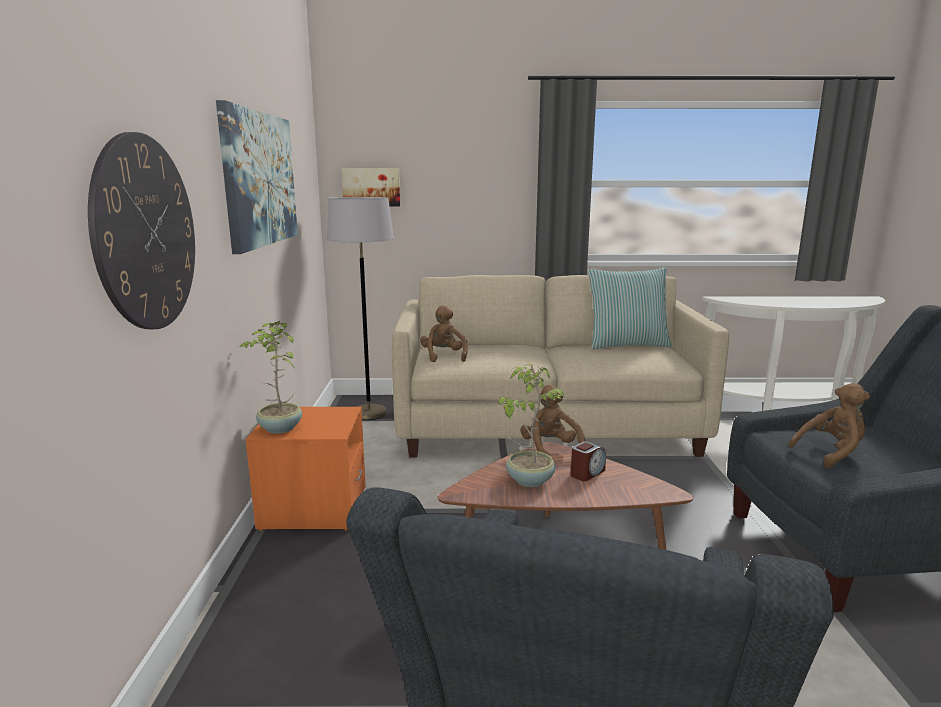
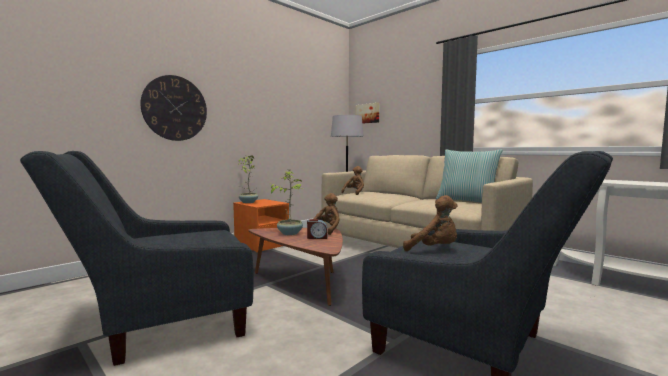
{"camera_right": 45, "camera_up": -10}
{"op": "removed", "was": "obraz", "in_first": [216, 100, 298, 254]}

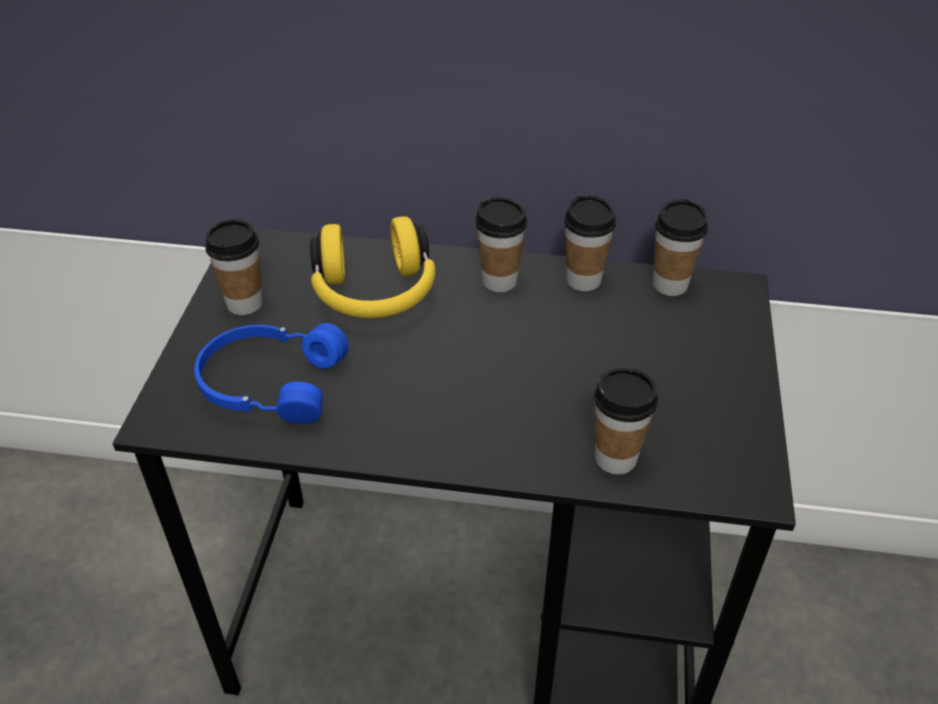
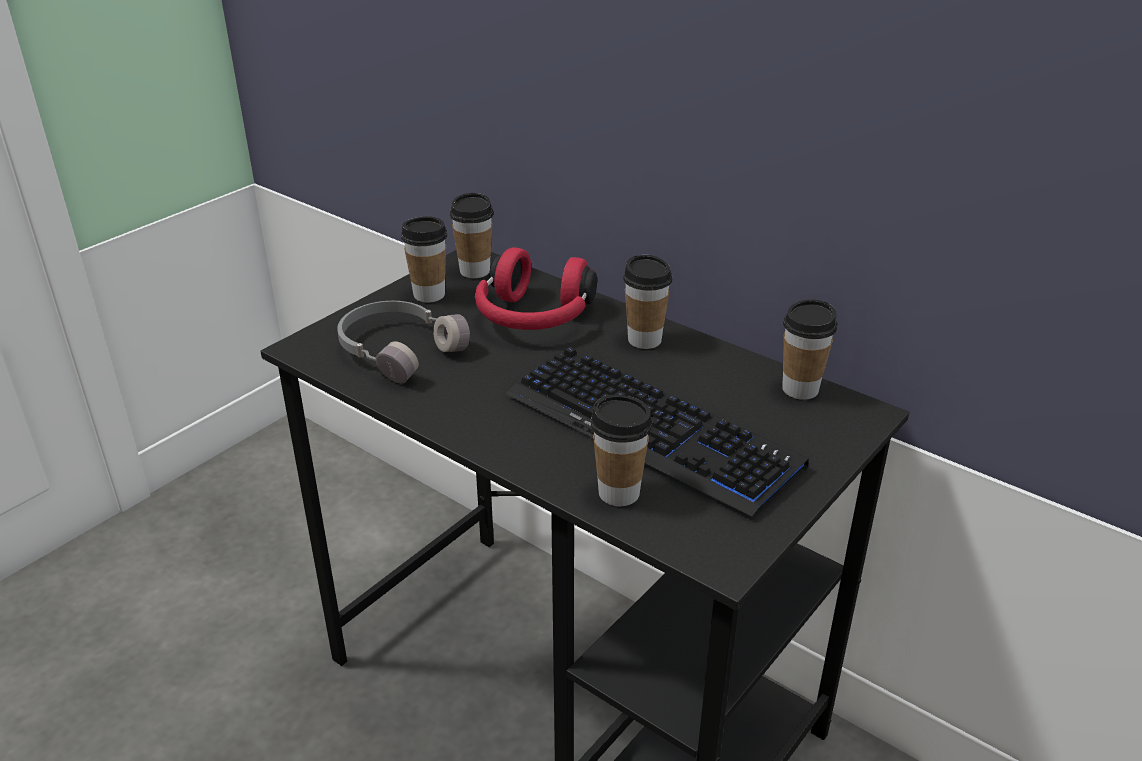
{"camera_right": 30, "camera_up": -10}
{"op": "recoloured", "was": "słuchawki (niebieski)", "now": "słuchawki (szary)", "in_first": [194, 323, 349, 424], "in_second": [337, 301, 470, 384]}
{"op": "moved", "was": "filiżanka", "in_first": [564, 195, 616, 291], "in_second": [450, 193, 494, 278]}
{"op": "recoloured", "was": "słuchawki (żółty)", "now": "słuchawki (czerwony)", "in_first": [310, 216, 436, 318], "in_second": [475, 247, 597, 330]}
{"op": "added", "now": "klawiatura", "in_second": [506, 347, 809, 517]}

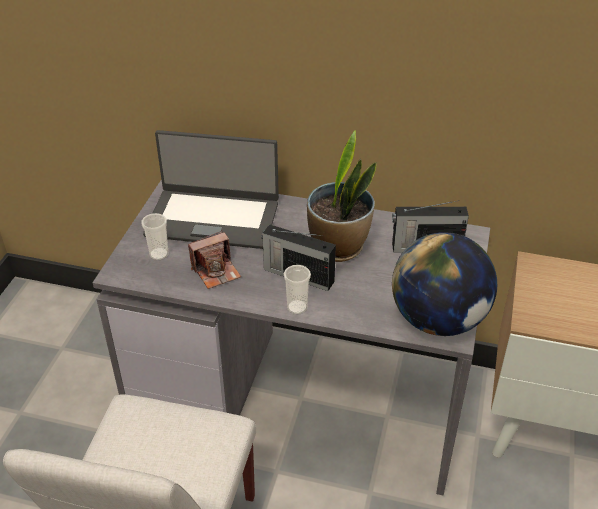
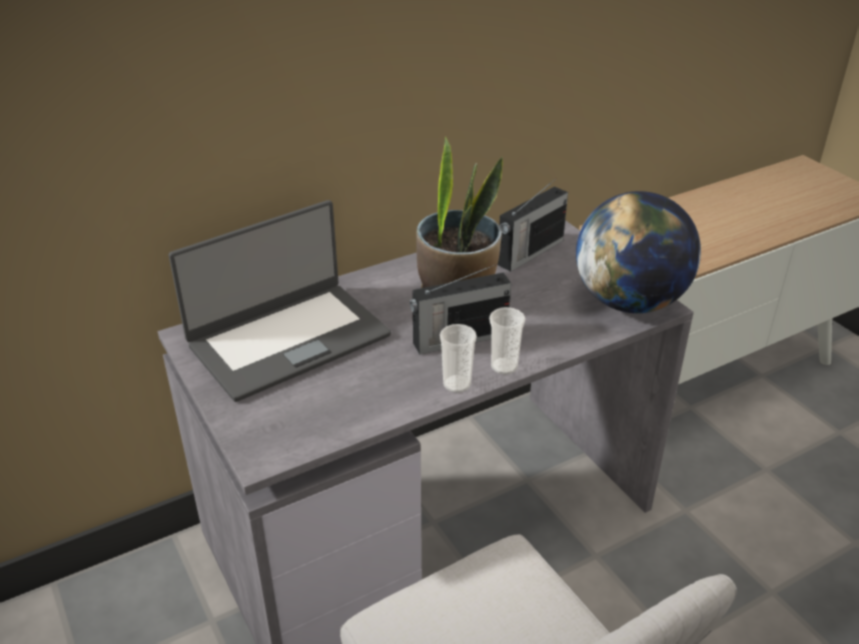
{"camera_right": -45, "camera_up": -5}
{"op": "moved", "was": "filiżanka", "in_first": [141, 213, 169, 260], "in_second": [440, 324, 477, 393]}
{"op": "removed", "was": "aparat fotograficzny", "in_first": [188, 231, 241, 289]}

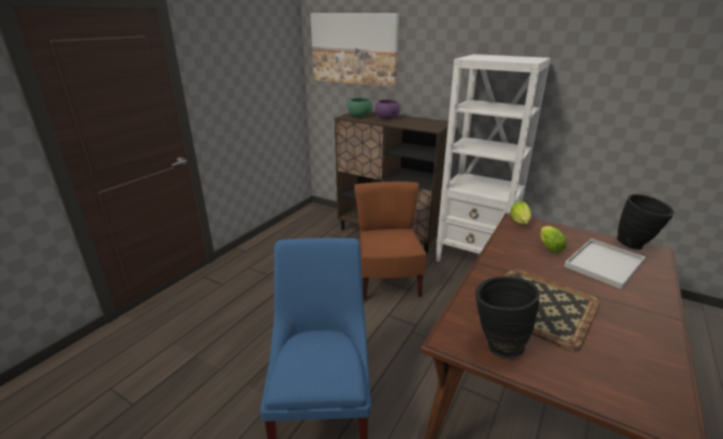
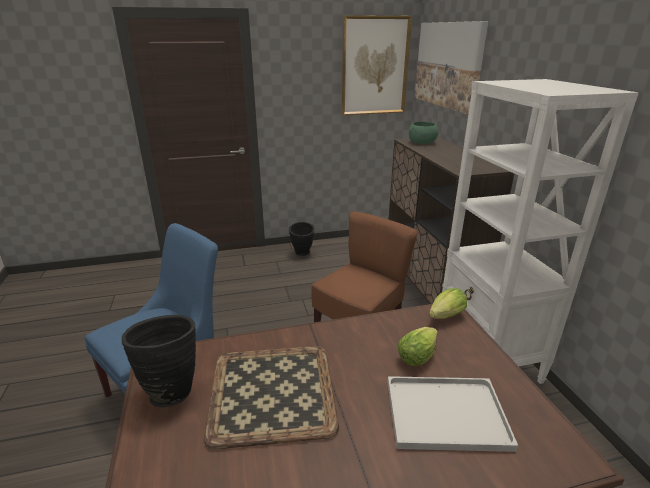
{"camera_right": 45, "camera_up": 0}
{"op": "moved", "was": "wazon (czarny)", "in_first": [617, 194, 675, 250], "in_second": [289, 222, 314, 256]}
{"op": "added", "now": "obraz", "in_second": [342, 15, 412, 115]}
{"op": "removed", "was": "miska (fioletowy)", "in_first": [375, 100, 400, 119]}

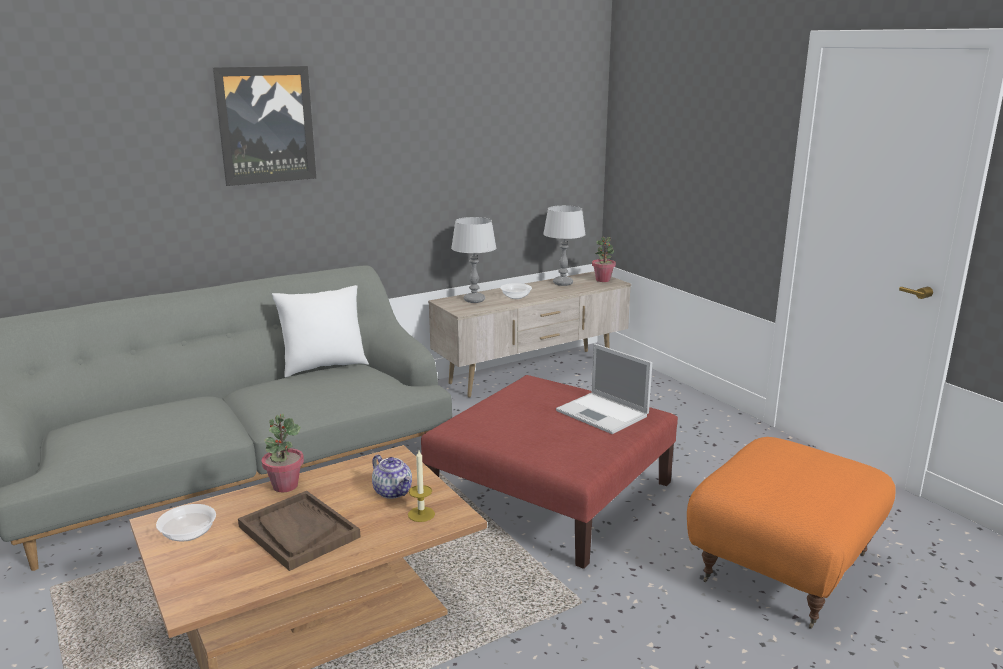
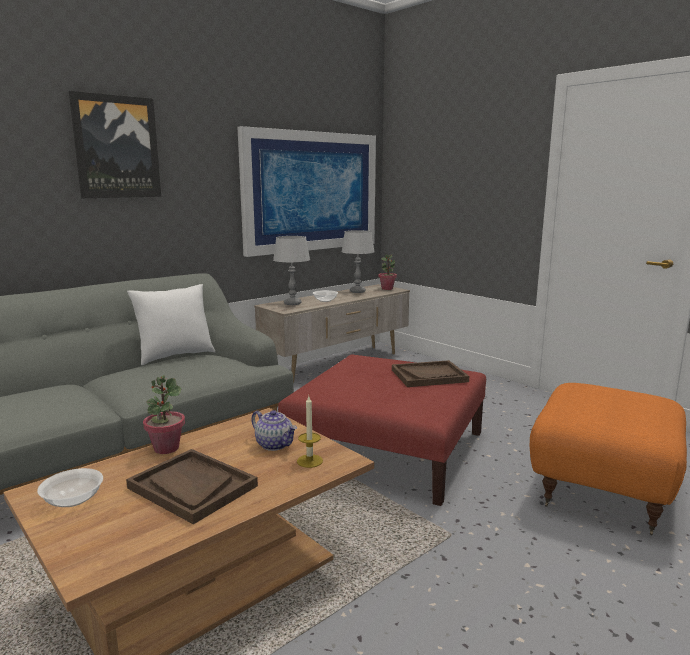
{"camera_right": -10, "camera_up": -5}
{"op": "added", "now": "obraz", "in_second": [237, 126, 376, 257]}
{"op": "replaced", "was": "laptop", "now": "taca (brązowy)", "in_first": [556, 344, 652, 434], "in_second": [392, 360, 469, 387]}

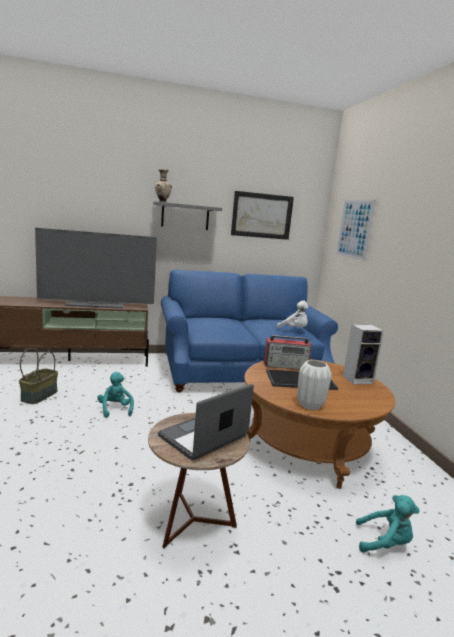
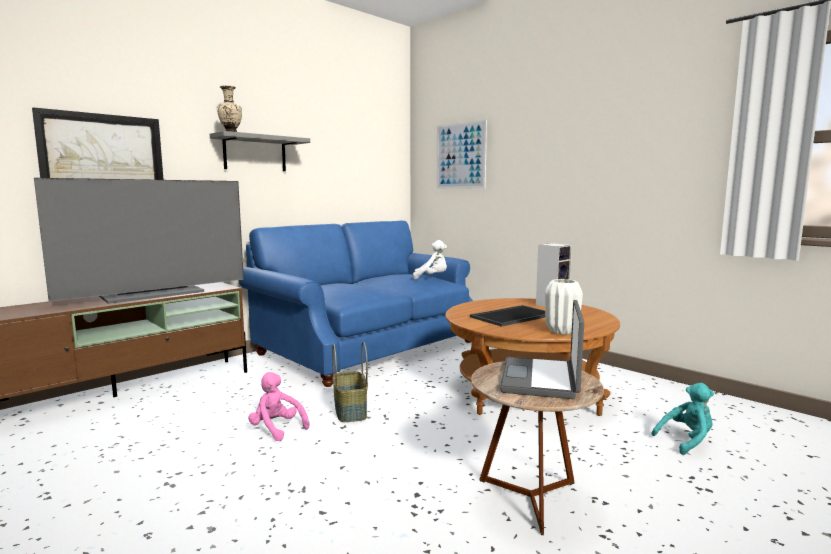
{"camera_right": -30, "camera_up": -5}
{"op": "moved", "was": "obraz", "in_first": [231, 191, 294, 240], "in_second": [32, 107, 163, 180]}
{"op": "recoloured", "was": "pluszak (turkusowy)", "now": "pluszak (różowy)", "in_first": [97, 372, 134, 418], "in_second": [248, 372, 310, 441]}
{"op": "moved", "was": "koszyk", "in_first": [19, 348, 58, 404], "in_second": [332, 342, 368, 422]}
{"op": "removed", "was": "radio", "in_first": [264, 335, 312, 369]}

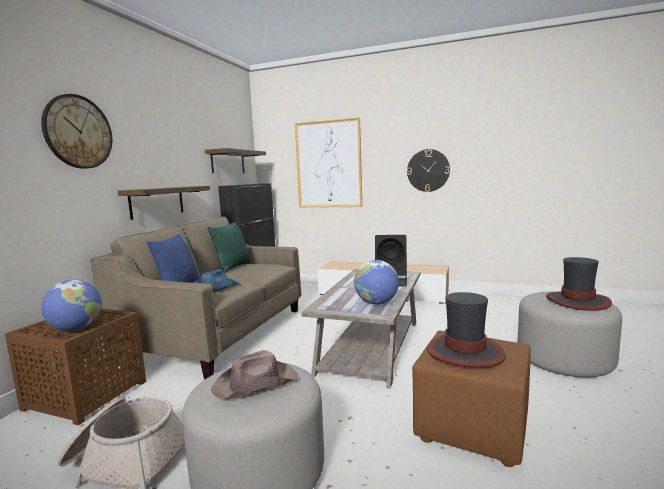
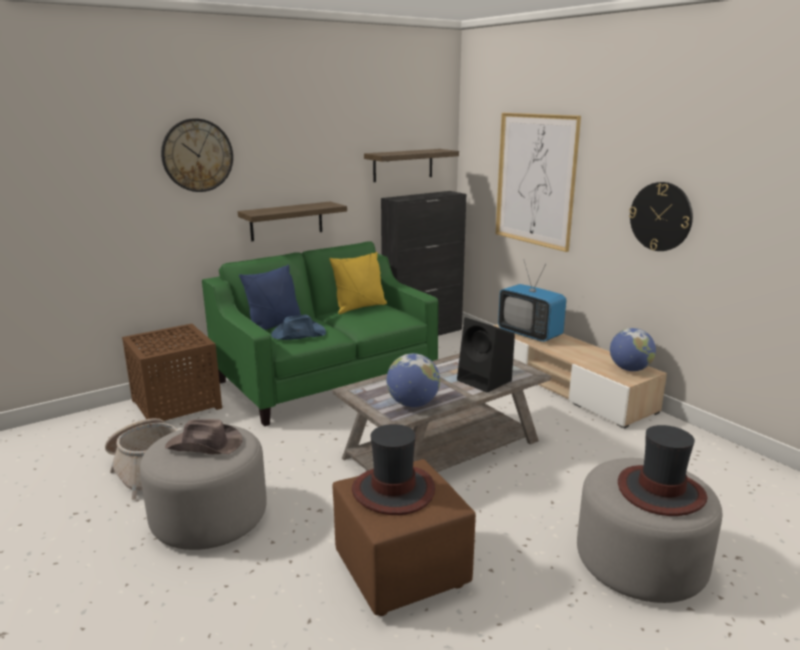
{"camera_right": 35, "camera_up": 10}
{"op": "recoloured", "was": "kanapa (beżowy)", "now": "kanapa (zielony)", "in_first": [90, 217, 301, 379], "in_second": [202, 241, 438, 426]}
{"op": "recoloured", "was": "poduszka (zielony)", "now": "poduszka (żółty)", "in_first": [207, 222, 251, 272], "in_second": [329, 252, 387, 314]}
{"op": "added", "now": "telewizor", "in_second": [498, 259, 566, 342]}
{"op": "moved", "was": "globus", "in_first": [41, 280, 102, 331], "in_second": [610, 328, 656, 371]}

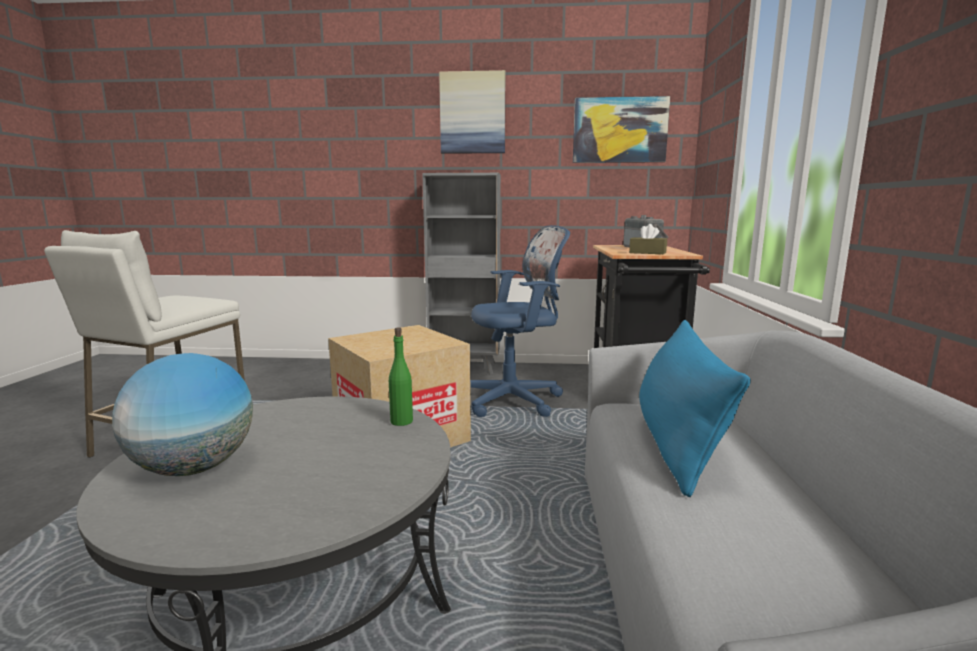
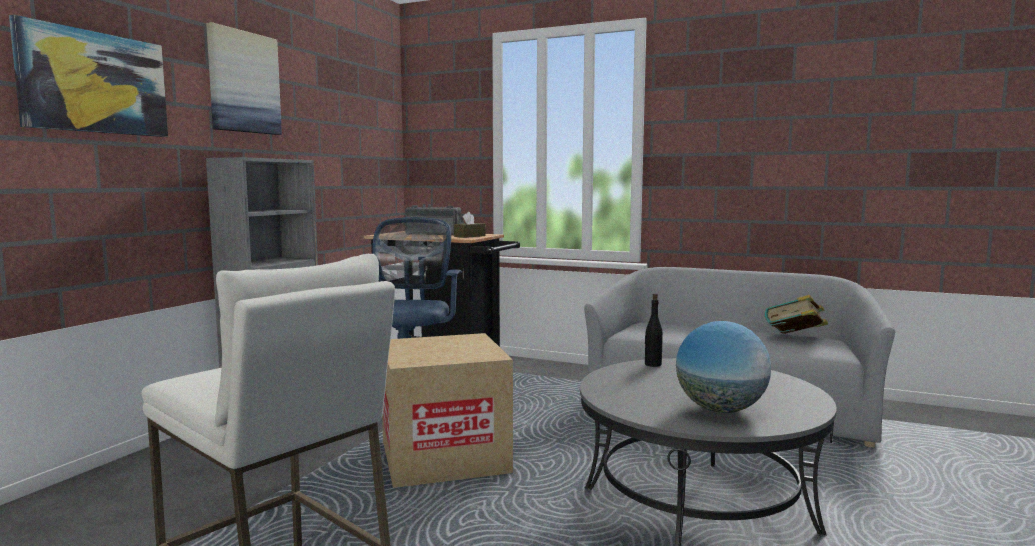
{"camera_right": -70, "camera_up": -5}
{"op": "moved", "was": "obraz", "in_first": [573, 96, 670, 163], "in_second": [9, 15, 168, 137]}
{"op": "recoloured", "was": "butelka (zielony)", "now": "butelka (czarny)", "in_first": [389, 327, 413, 426], "in_second": [645, 293, 663, 367]}
{"op": "added", "now": "książka", "in_second": [765, 295, 828, 334]}
{"op": "removed", "was": "poduszka (niebieski)", "in_first": [639, 320, 751, 497]}

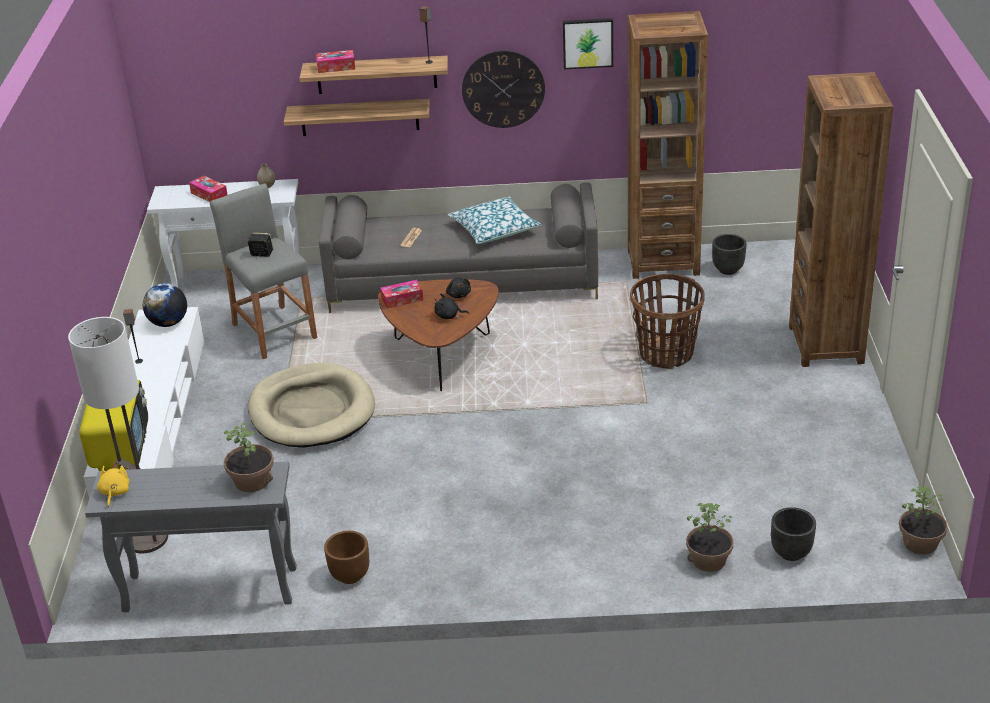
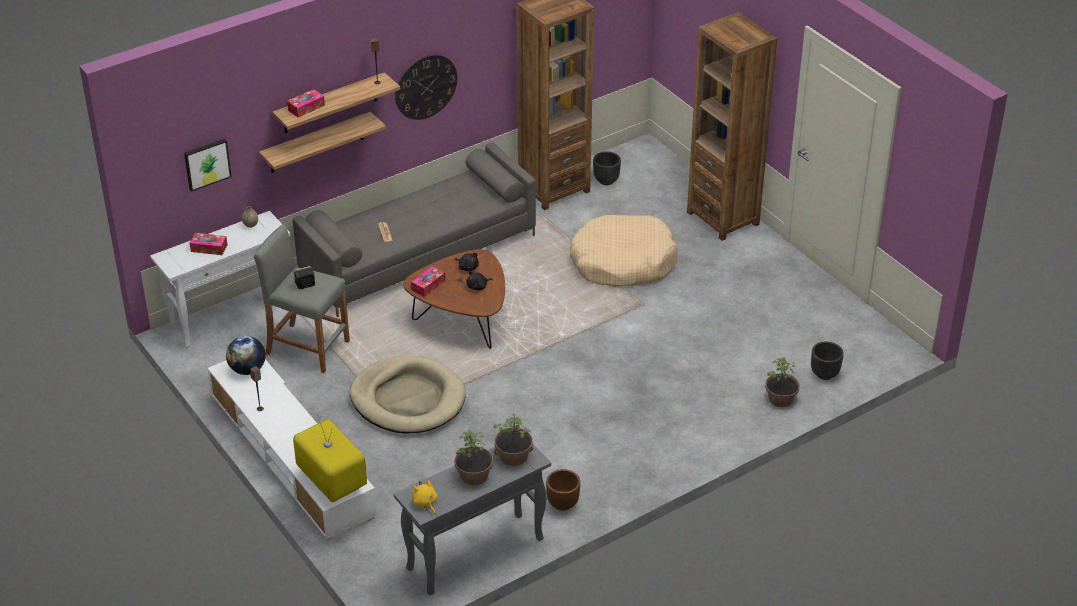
{"camera_right": -35, "camera_up": 5}
{"op": "moved", "was": "obraz", "in_first": [563, 18, 613, 69], "in_second": [184, 139, 232, 192]}
{"op": "moved", "was": "roślina doniczkowa", "in_first": [899, 486, 948, 555], "in_second": [454, 429, 493, 485]}
{"op": "replaced", "was": "koszyk", "now": "legowisko (beżowy)", "in_first": [630, 274, 705, 369], "in_second": [570, 215, 678, 287]}
{"op": "removed", "was": "lampa stojąca", "in_first": [68, 317, 168, 553]}
{"op": "removed", "was": "poduszka", "in_first": [448, 196, 542, 244]}

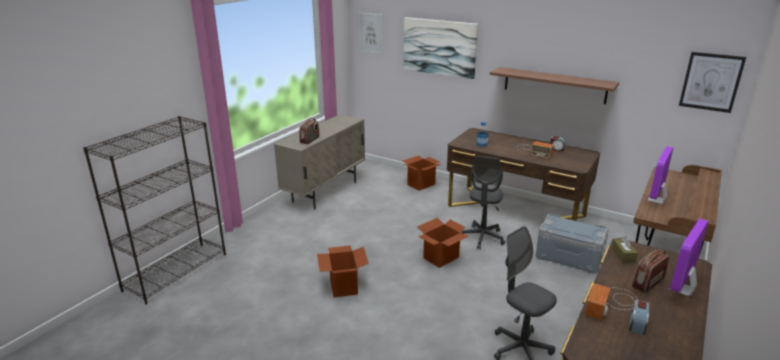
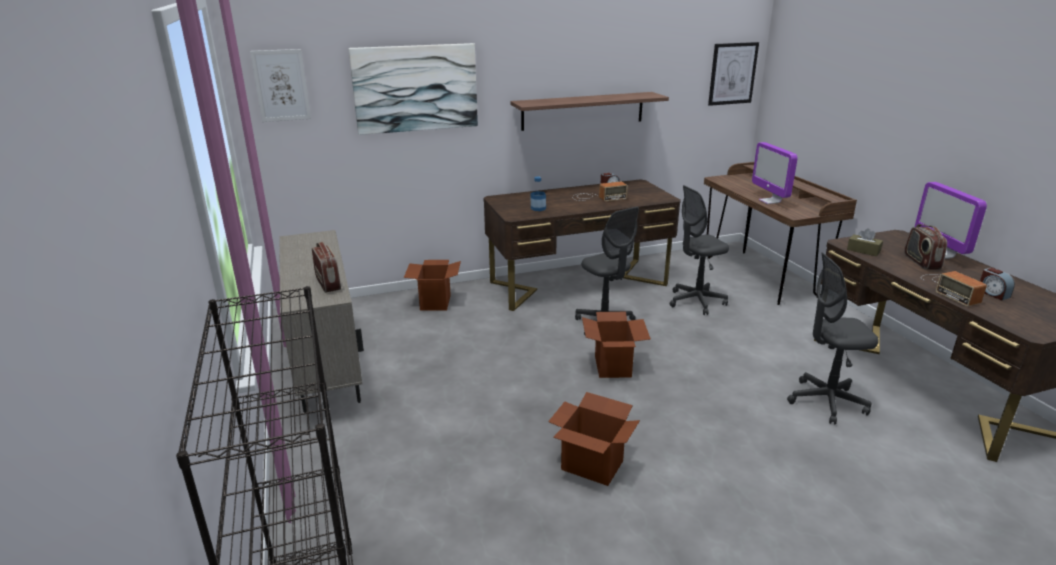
{"camera_right": -50, "camera_up": 0}
{"op": "replaced", "was": "pojemnik do przechowywania (szary)", "now": "krzesło biurowe (szary)", "in_first": [535, 214, 609, 274], "in_second": [669, 185, 729, 315]}

